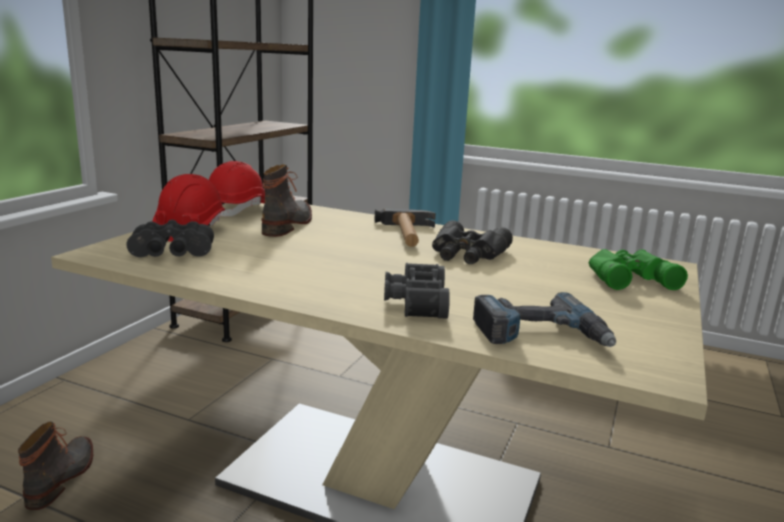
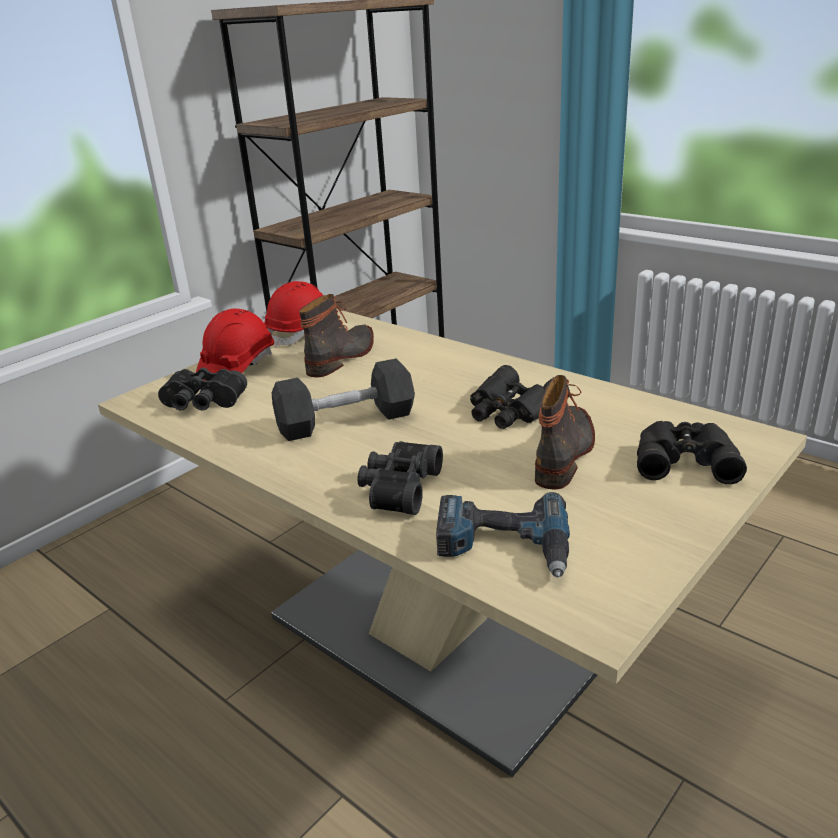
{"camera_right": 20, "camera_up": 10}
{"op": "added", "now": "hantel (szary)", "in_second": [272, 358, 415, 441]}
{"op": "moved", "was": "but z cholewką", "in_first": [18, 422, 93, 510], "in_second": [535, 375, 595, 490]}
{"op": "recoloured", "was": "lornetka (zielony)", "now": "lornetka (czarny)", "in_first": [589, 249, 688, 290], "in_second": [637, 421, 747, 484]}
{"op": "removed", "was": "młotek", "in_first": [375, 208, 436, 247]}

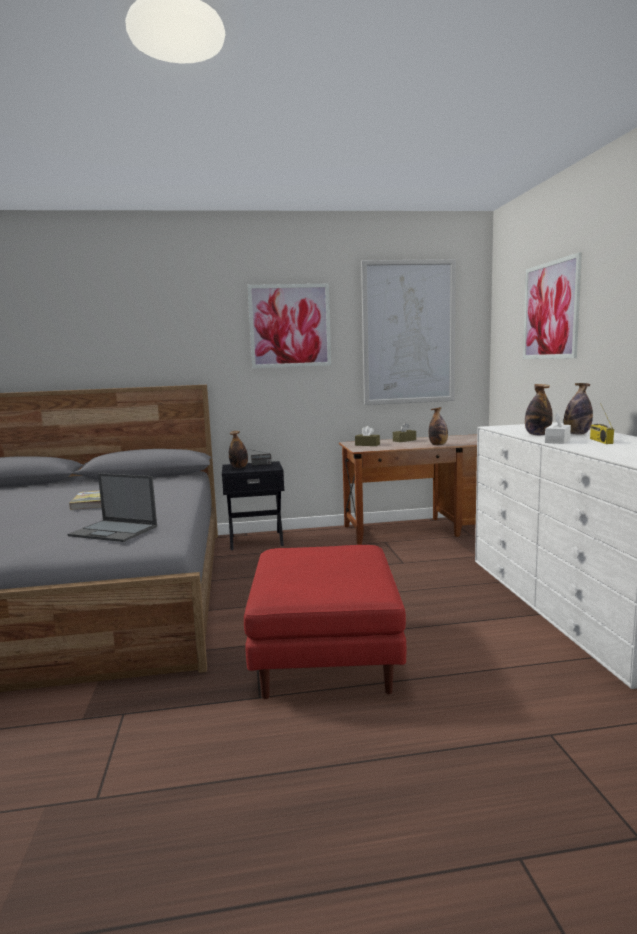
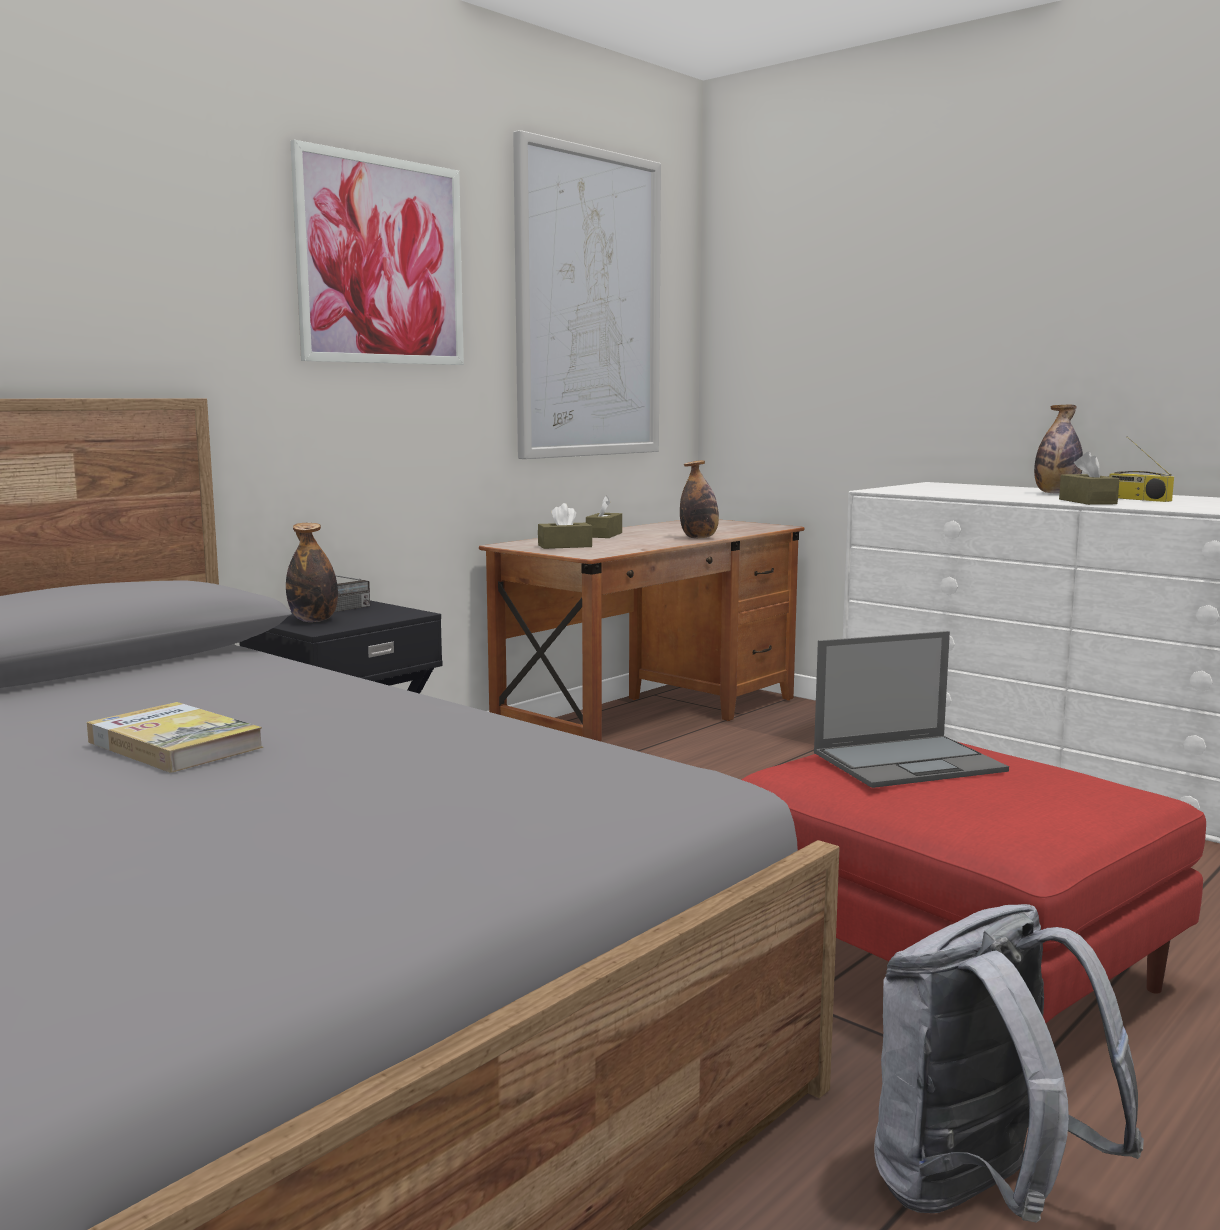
{"camera_right": -40, "camera_up": 0}
{"op": "moved", "was": "laptop", "in_first": [67, 473, 157, 542], "in_second": [814, 631, 1009, 788]}
{"op": "added", "now": "plecak (szary)", "in_second": [874, 904, 1144, 1222]}
{"op": "recoloured", "was": "pudełko chusteczek (biały)", "now": "pudełko chusteczek (brązowy)", "in_first": [545, 412, 571, 444], "in_second": [1059, 451, 1120, 505]}
{"op": "removed", "was": "obraz", "in_first": [523, 252, 582, 359]}
{"op": "removed", "was": "butelka", "in_first": [525, 384, 553, 435]}

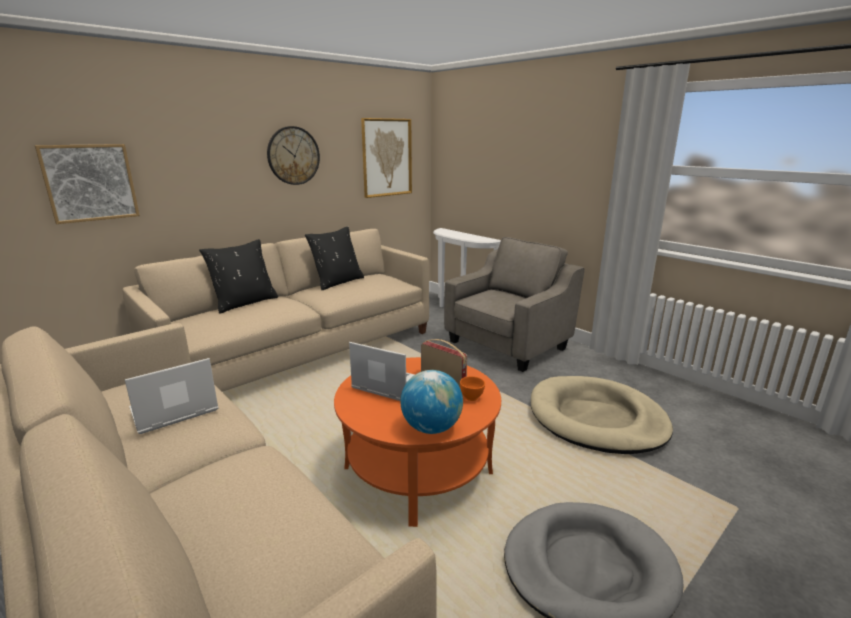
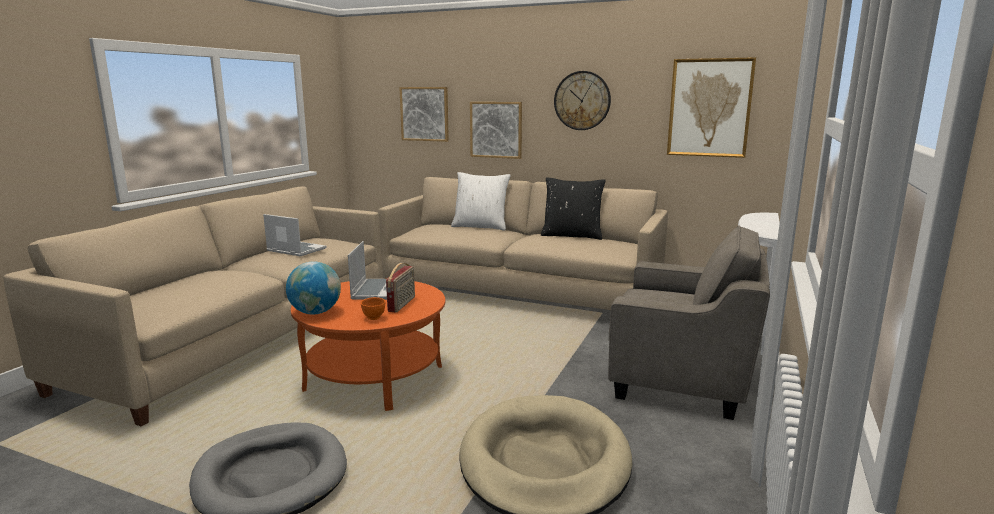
{"camera_right": 65, "camera_up": -5}
{"op": "recoloured", "was": "poduszka (czarny)", "now": "poduszka (biały)", "in_first": [199, 239, 278, 314], "in_second": [451, 172, 511, 231]}
{"op": "added", "now": "obraz", "in_second": [470, 102, 522, 159]}

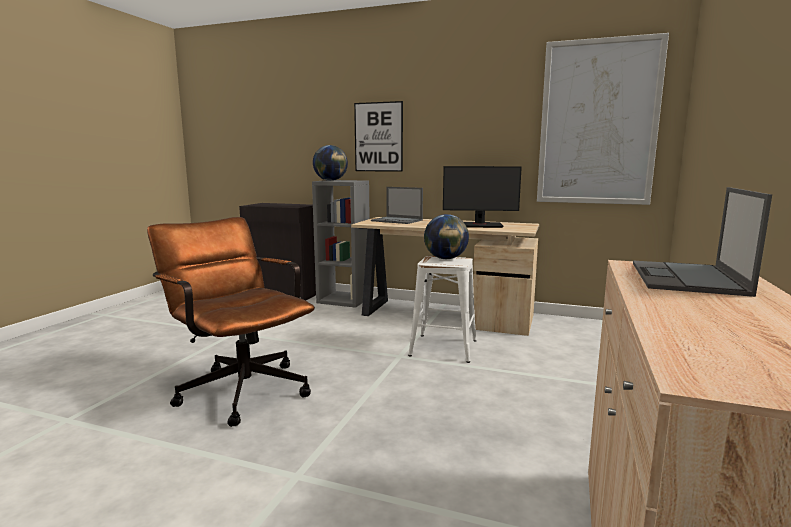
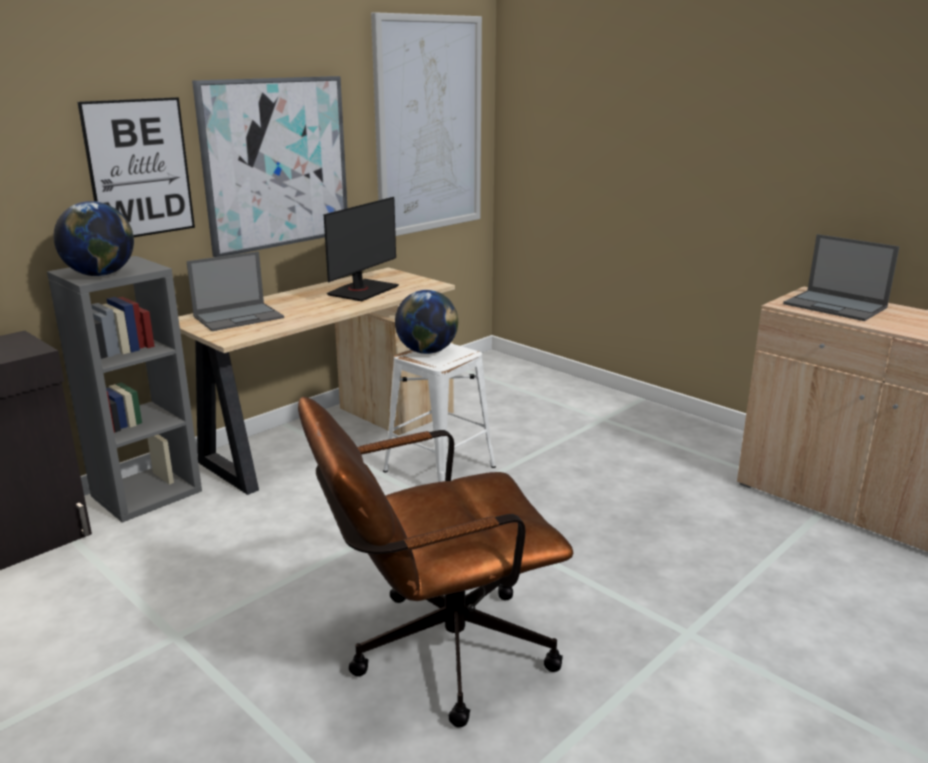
{"camera_right": -65, "camera_up": 10}
{"op": "added", "now": "obraz", "in_second": [192, 76, 347, 257]}

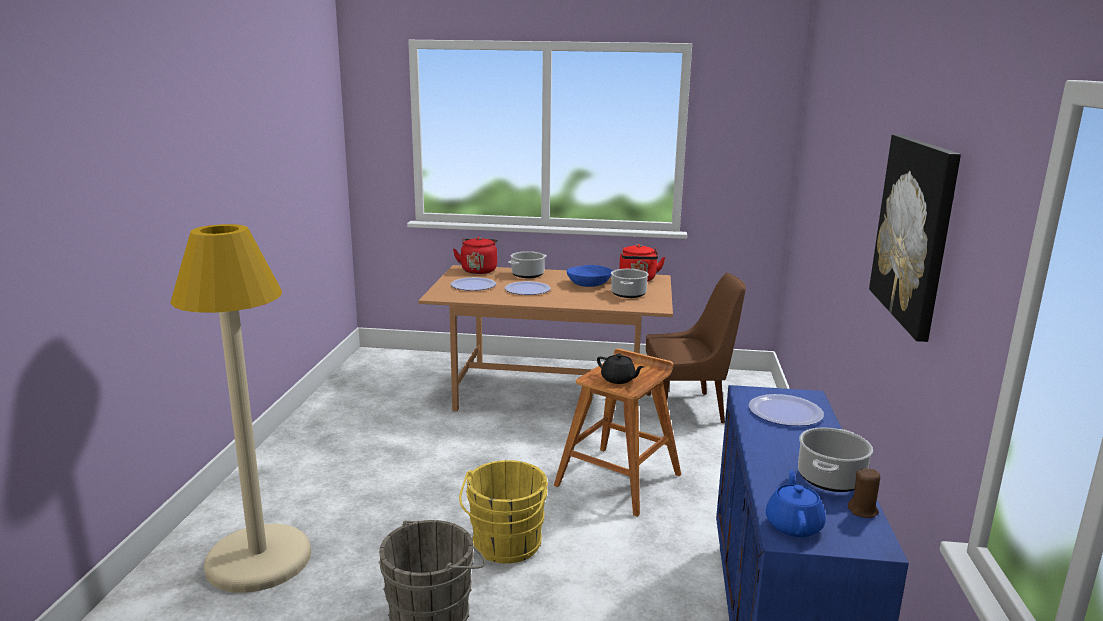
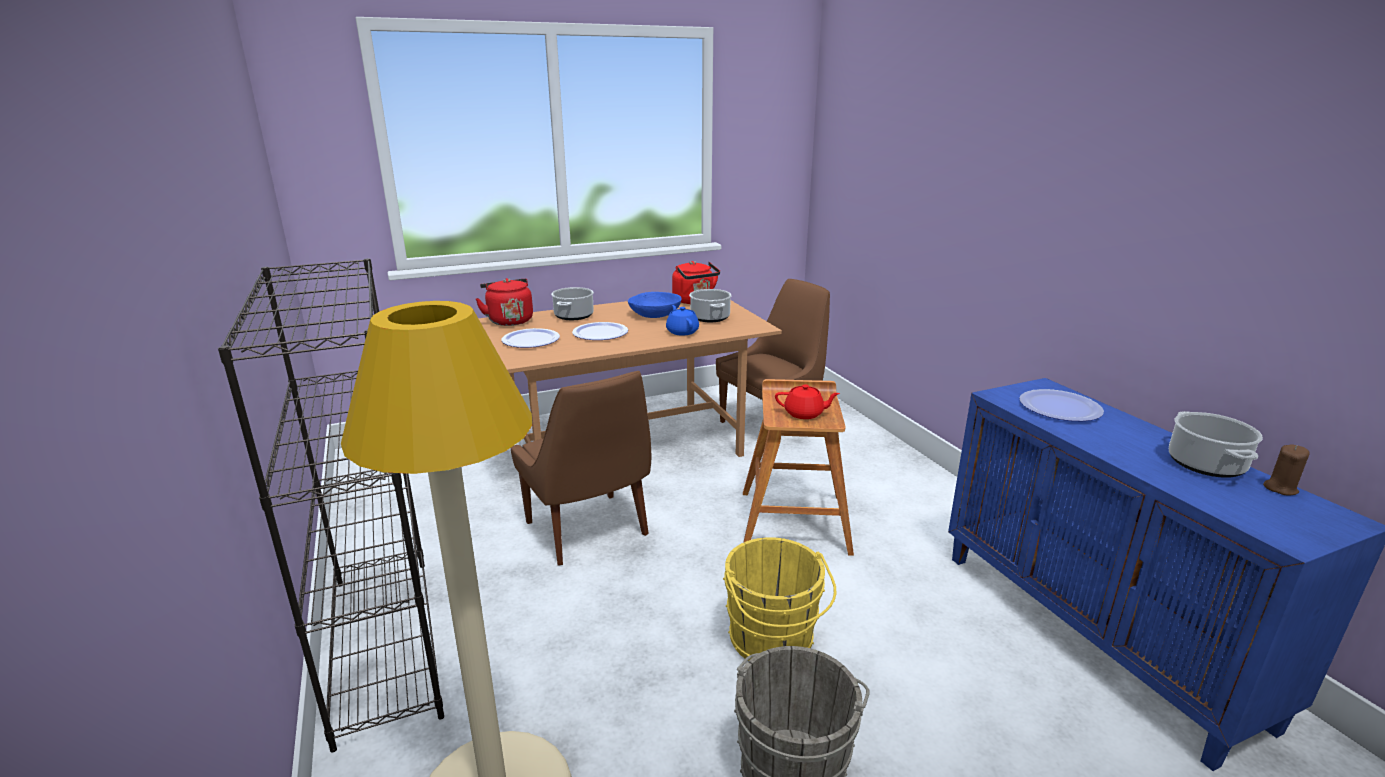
{"camera_right": -30, "camera_up": 5}
{"op": "added", "now": "regał (czarny)", "in_second": [218, 258, 444, 753]}
{"op": "added", "now": "krzesło (brązowy)", "in_second": [511, 371, 651, 565]}
{"op": "moved", "was": "imbryk (niebieski)", "in_first": [766, 470, 826, 537], "in_second": [666, 305, 699, 336]}
{"op": "recoloured", "was": "imbryk (czarny)", "now": "imbryk (czerwony)", "in_first": [597, 354, 644, 384], "in_second": [775, 384, 840, 419]}
{"op": "removed", "was": "obraz", "in_first": [869, 135, 961, 342]}

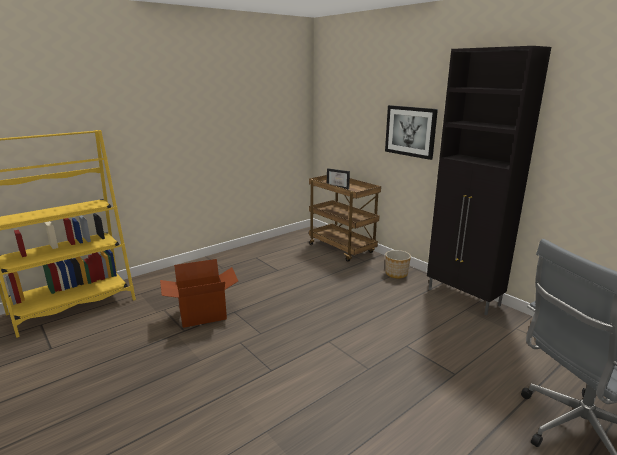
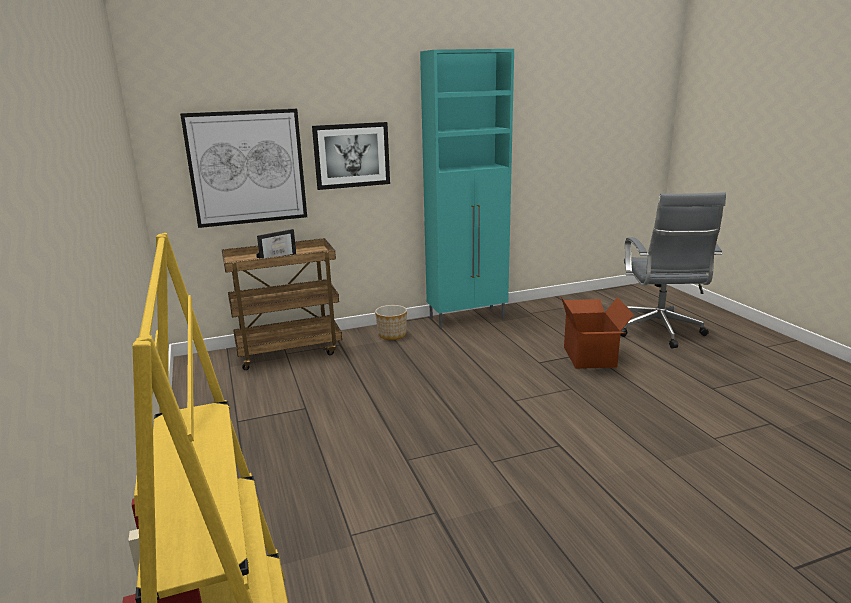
{"camera_right": -70, "camera_up": 0}
{"op": "added", "now": "obraz", "in_second": [180, 109, 307, 228]}
{"op": "recoloured", "was": "szafka (czarny)", "now": "szafka (turkusowy)", "in_first": [427, 46, 551, 315], "in_second": [420, 49, 514, 328]}
{"op": "moved", "was": "karton", "in_first": [160, 259, 238, 328], "in_second": [561, 297, 634, 369]}

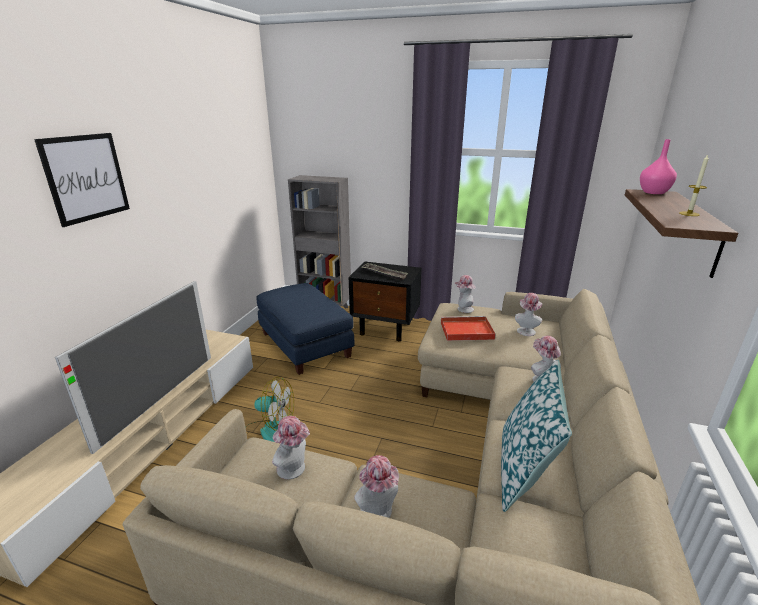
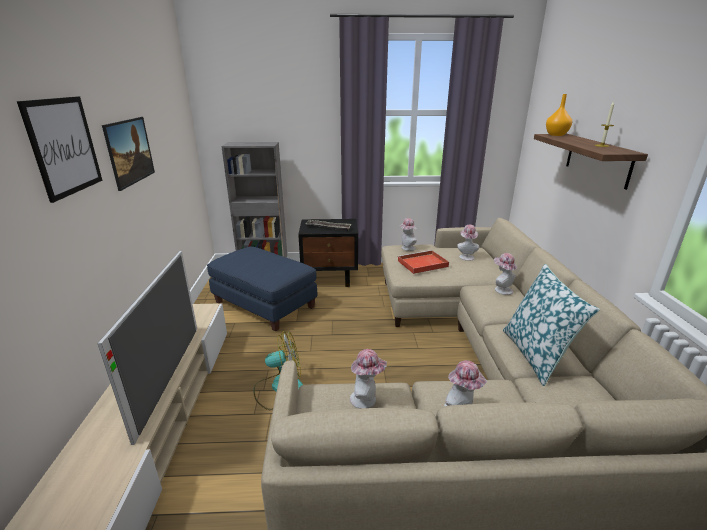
{"camera_right": -20, "camera_up": 0}
{"op": "added", "now": "obraz", "in_second": [102, 117, 155, 191]}
{"op": "recoloured", "was": "wazon (różowy)", "now": "wazon (pomarańczowy)", "in_first": [640, 139, 677, 194], "in_second": [546, 94, 572, 136]}

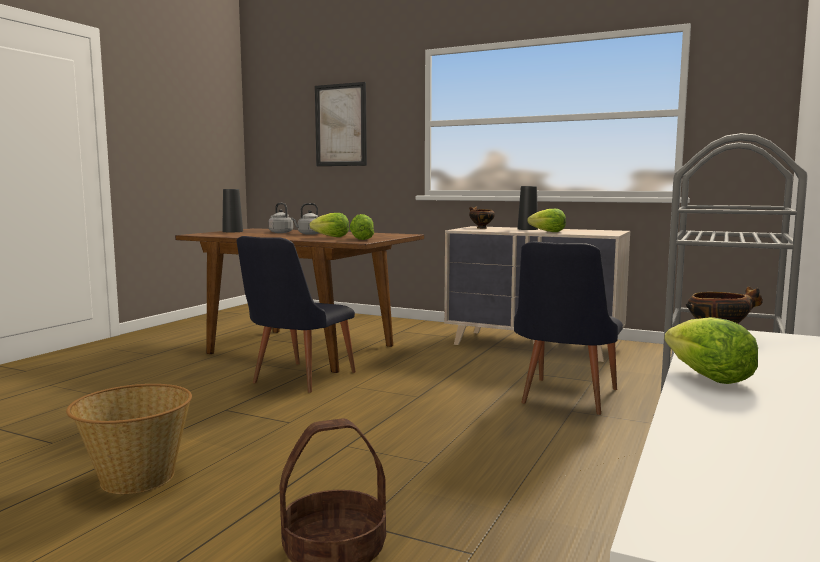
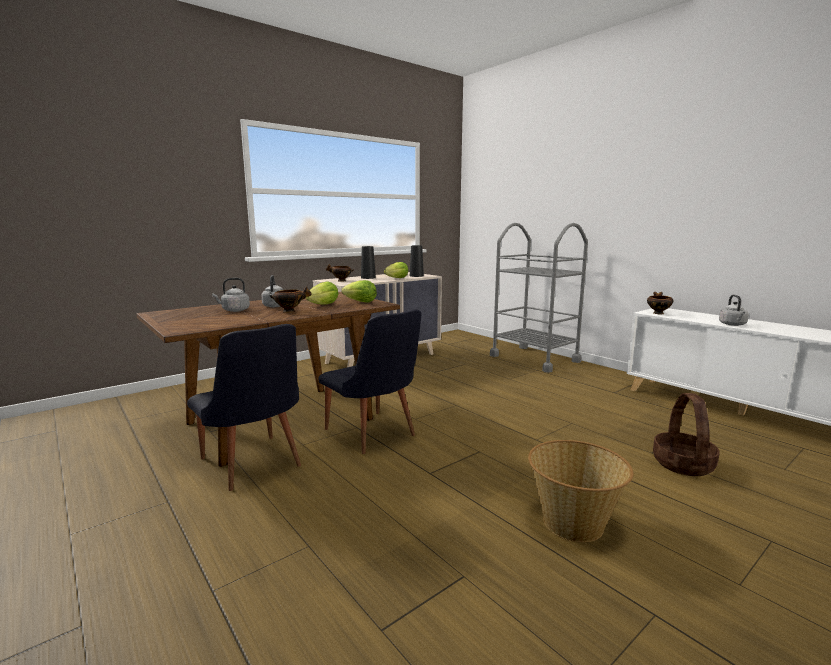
{"camera_right": -65, "camera_up": 5}
{"op": "moved", "was": "krzesło (czarny)", "in_first": [514, 242, 623, 415], "in_second": [187, 324, 301, 491]}
{"op": "added", "now": "miska", "in_second": [270, 286, 312, 313]}
{"op": "moved", "was": "wazon (czarny)", "in_first": [222, 189, 243, 232], "in_second": [410, 245, 424, 277]}
{"op": "replaced", "was": "sałata", "now": "czajnik (szary)", "in_first": [664, 317, 758, 384], "in_second": [719, 295, 749, 326]}
{"op": "removed", "was": "obraz", "in_first": [315, 82, 367, 166]}

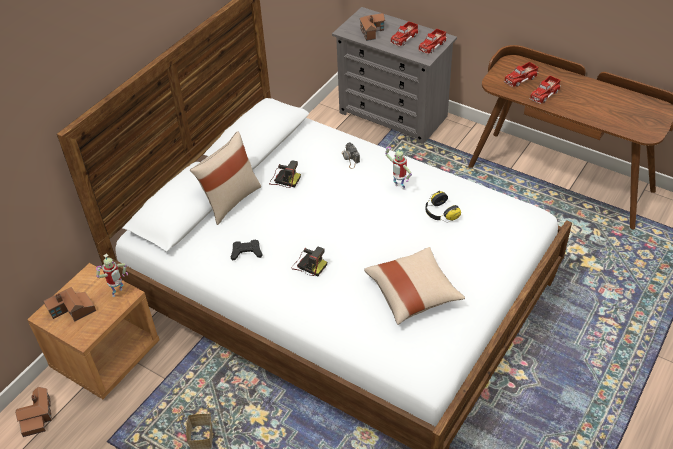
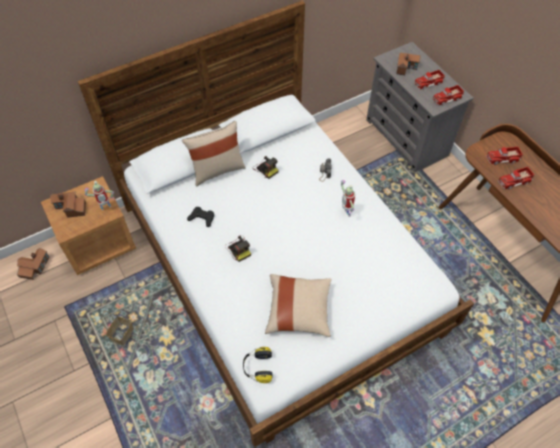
{"camera_right": 25, "camera_up": 10}
{"op": "moved", "was": "słuchawki", "in_first": [425, 191, 461, 223], "in_second": [243, 347, 272, 383]}

